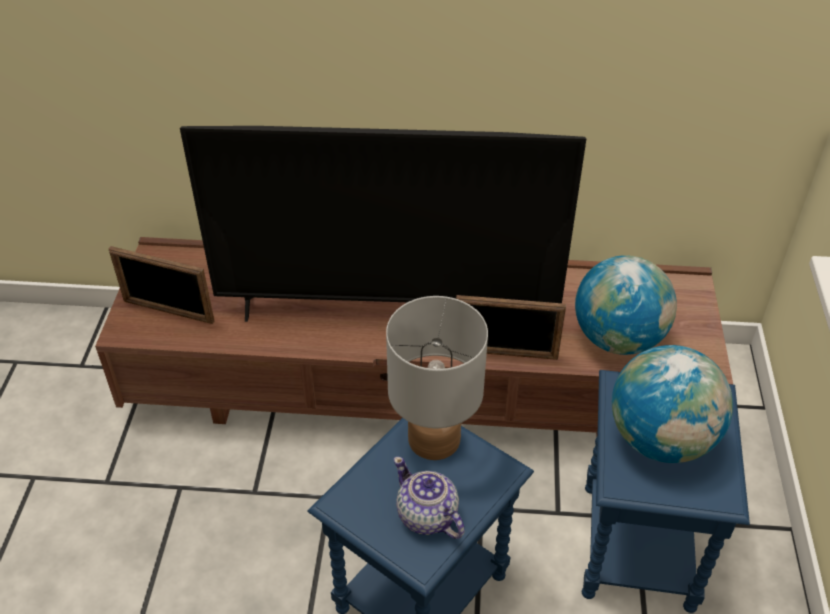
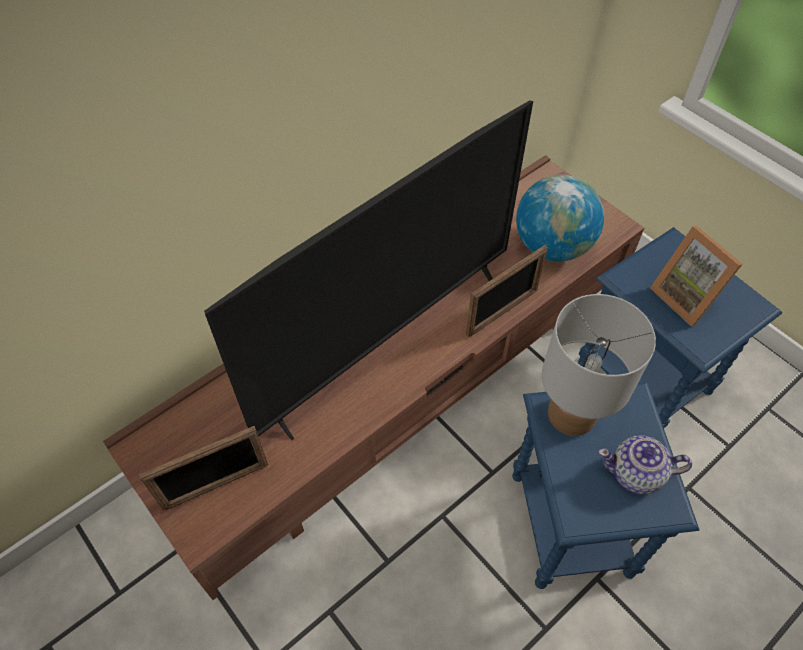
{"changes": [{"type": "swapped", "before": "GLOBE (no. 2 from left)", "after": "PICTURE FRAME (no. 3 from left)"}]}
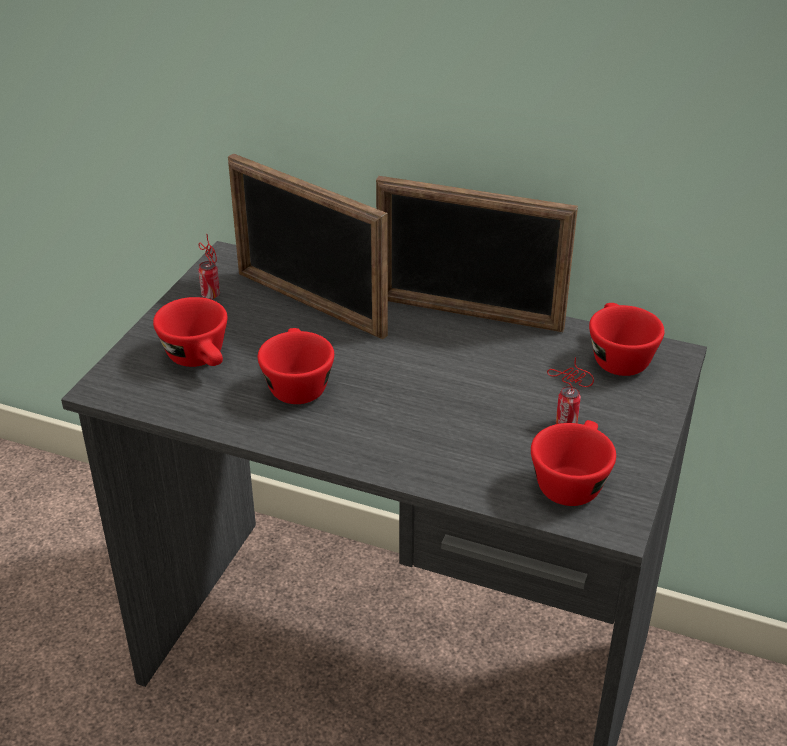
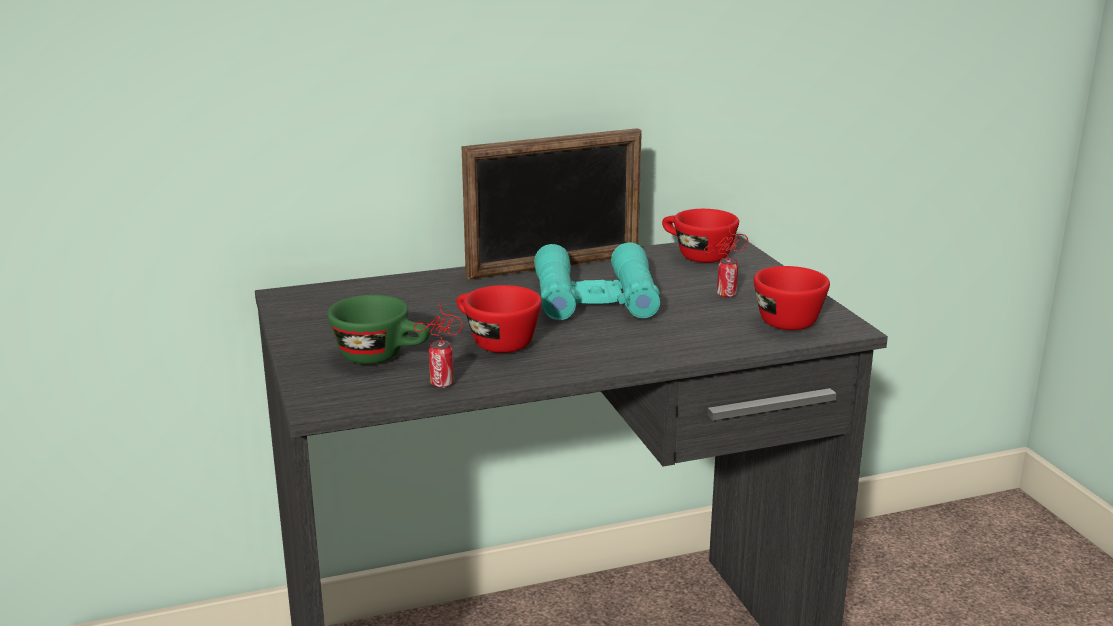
{"changes": [{"type": "gone", "before": "PICTURE FRAME (no. 1 from left)"}, {"type": "new", "after": "TURQUOISE BINOCULARS"}, {"type": "shifted", "before": "CAN (no. 1 from left)"}, {"type": "repainted", "before": "RED CUP (no. 1 from left)", "after": "GREEN CUP"}]}
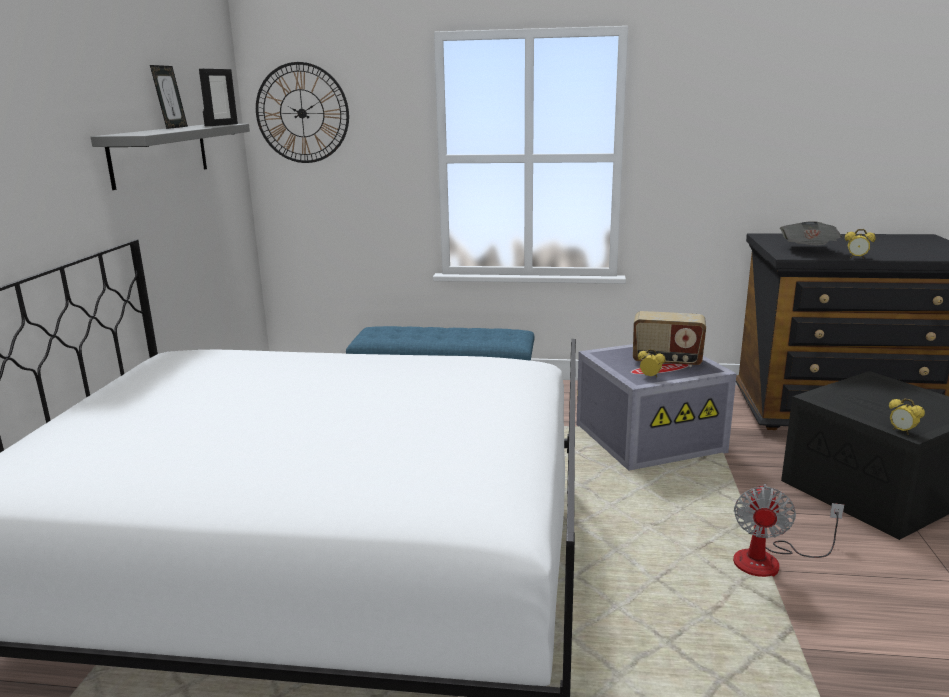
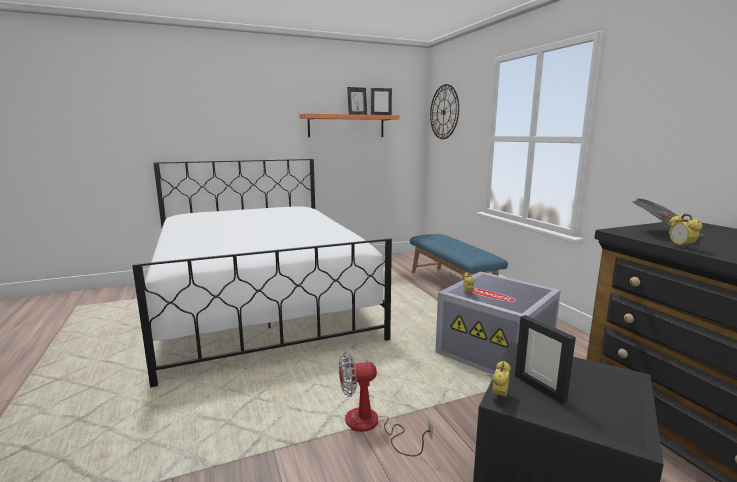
{"changes": [{"type": "gone", "before": "RADIO"}, {"type": "new", "after": "PICTURE FRAME (no. 3 from left)"}, {"type": "repainted", "before": "GREY SHELF", "after": "ORANGE SHELF"}]}
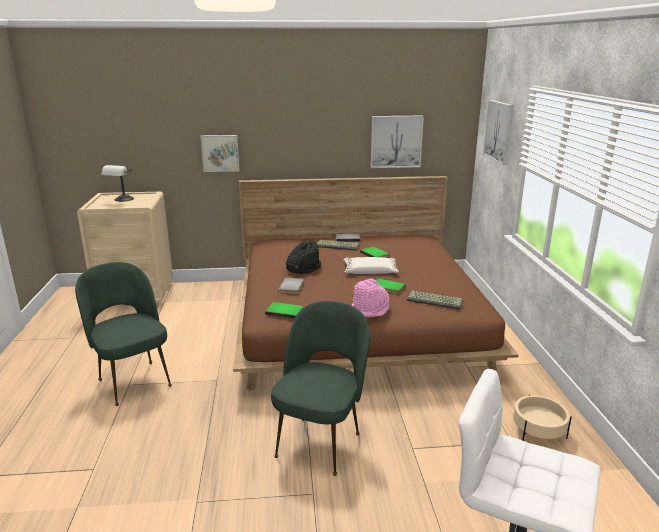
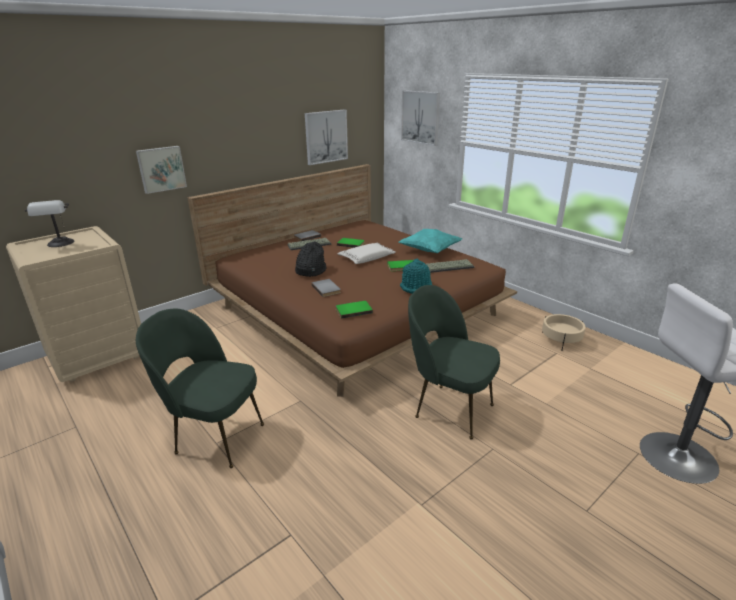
{"changes": [{"type": "new", "after": "TURQUOISE PILLOW"}, {"type": "repainted", "before": "PINK HAT", "after": "TURQUOISE HAT"}, {"type": "rotated", "before": "GREEN CHAIR (no. 2 from left)", "turn": -45}]}
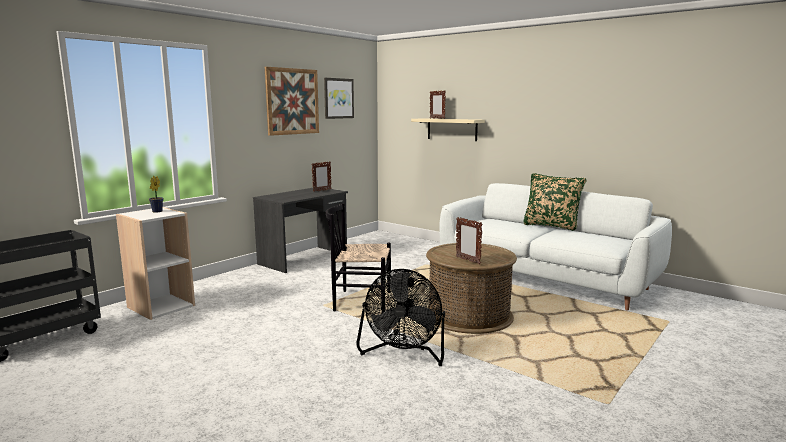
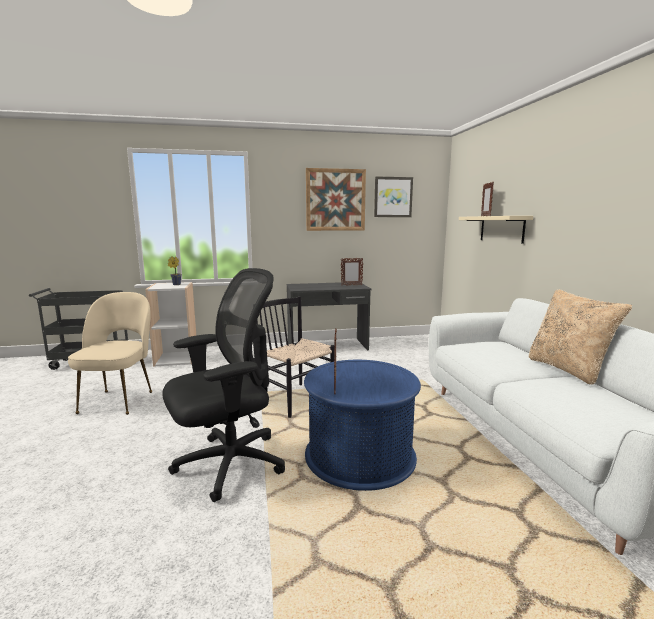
{"changes": [{"type": "new", "after": "BEIGE CHAIR"}, {"type": "swapped", "before": "BLACK FAN", "after": "BLACK OFFICE CHAIR"}, {"type": "repainted", "before": "BROWN COFFEE TABLE", "after": "BLUE COFFEE TABLE"}, {"type": "repainted", "before": "GREEN PILLOW", "after": "BEIGE PILLOW"}]}
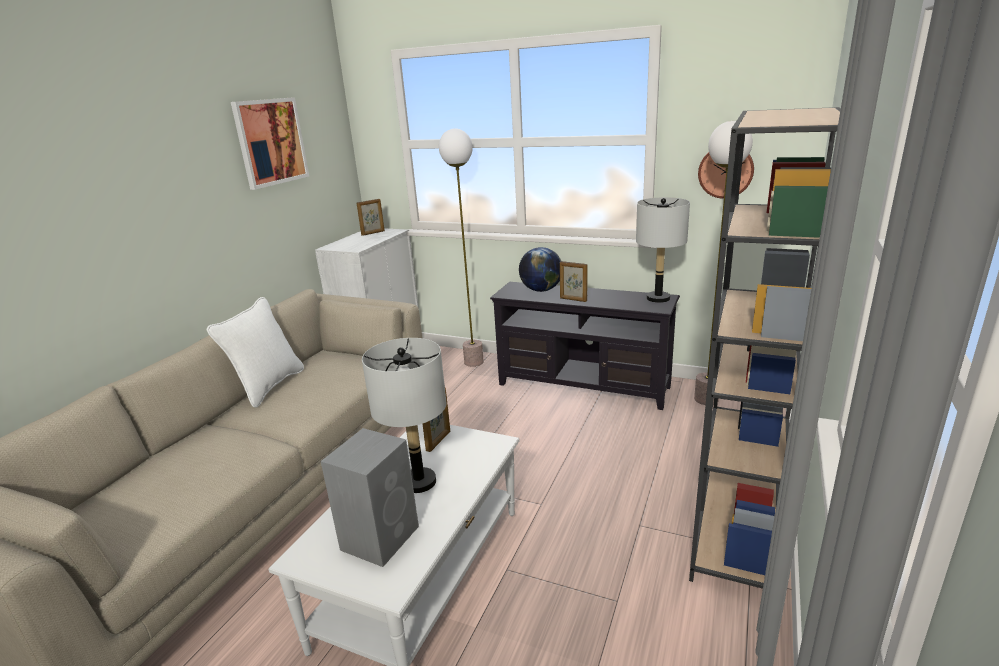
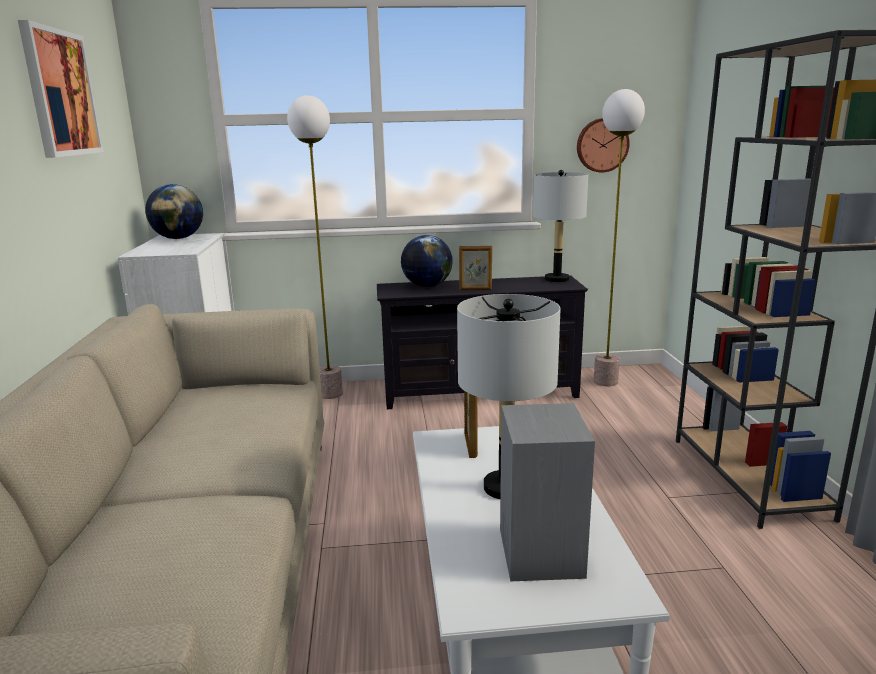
{"changes": [{"type": "gone", "before": "WHITE PILLOW"}, {"type": "swapped", "before": "PICTURE FRAME (no. 1 from left)", "after": "GLOBE (no. 1 from left)"}]}
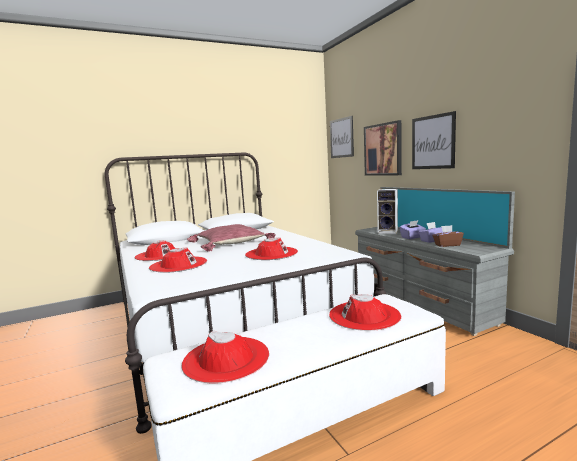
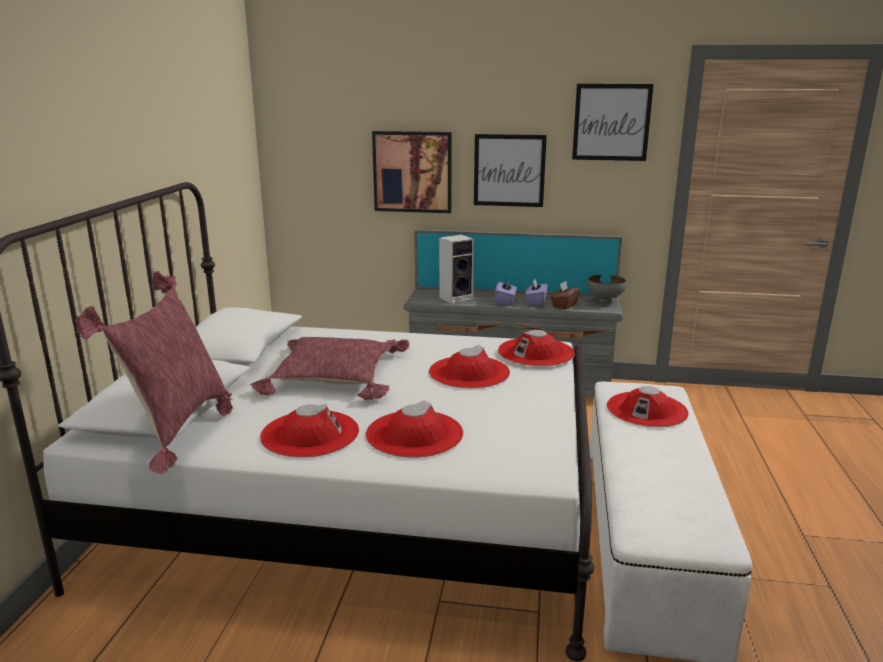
{"changes": [{"type": "new", "after": "RED PILLOW (no. 1 from left)"}, {"type": "new", "after": "GREY BOWL"}, {"type": "shifted", "before": "RED HAT (no. 3 from left in the first image)", "after": "RED HAT (no. 4 from left)"}, {"type": "shifted", "before": "PICTURE (no. 1 from left in the first image)", "after": "PICTURE (no. 3 from left)"}]}
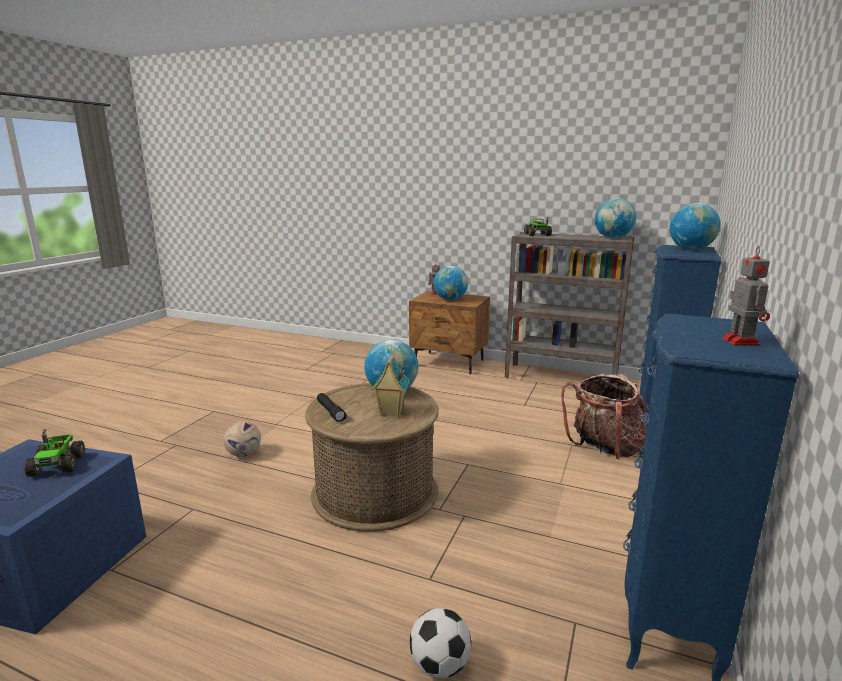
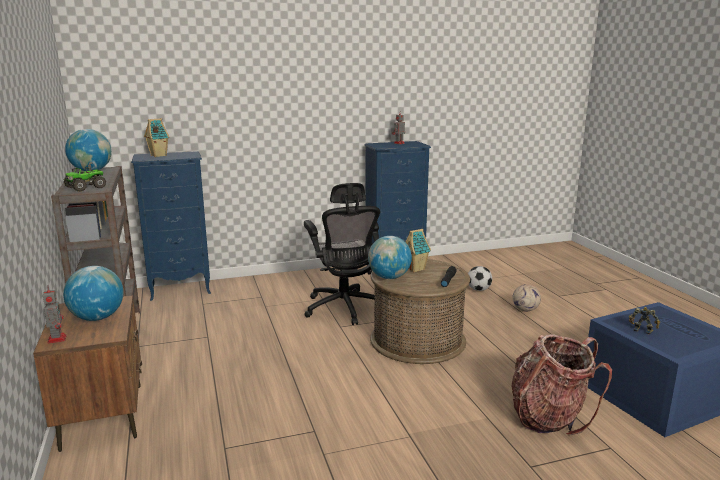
{"changes": [{"type": "new", "after": "OFFICE CHAIR"}, {"type": "shifted", "before": "FOOTBALL (no. 1 from left in the first image)", "after": "FOOTBALL (no. 2 from left)"}, {"type": "shifted", "before": "BACKPACK"}, {"type": "swapped", "before": "TOY TRUCK (no. 1 from left)", "after": "TOY ROBOT (no. 3 from left)"}, {"type": "swapped", "before": "GLOBE (no. 4 from left)", "after": "TOY HOUSE (no. 1 from left)"}]}
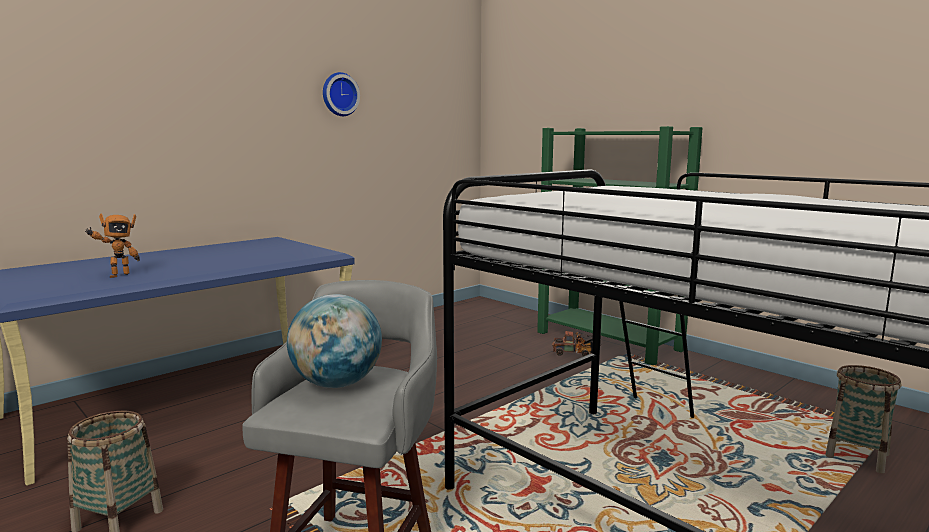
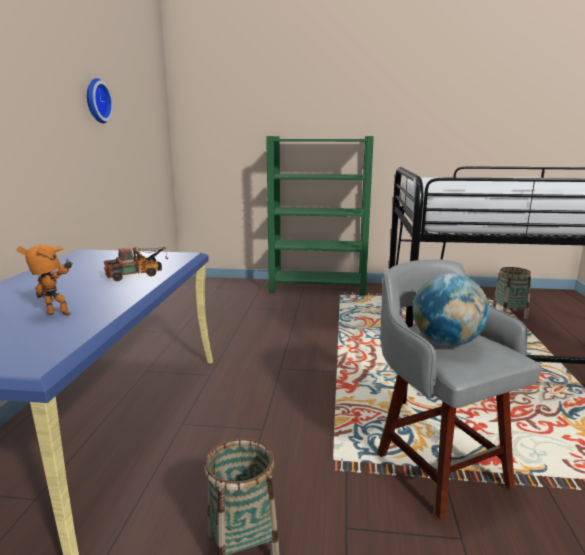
{"changes": [{"type": "shifted", "before": "TOY TRUCK"}, {"type": "rotated", "before": "TOY ROBOT", "turn": -75}]}
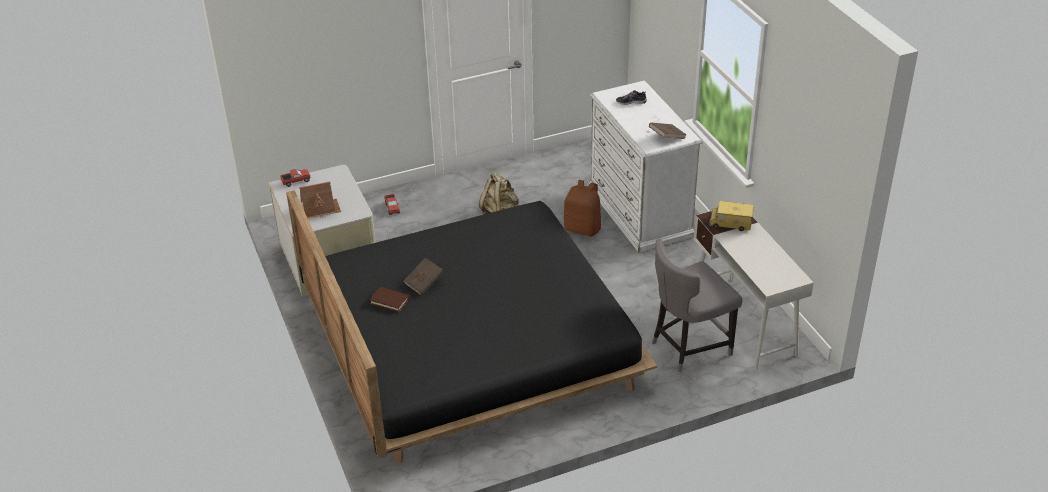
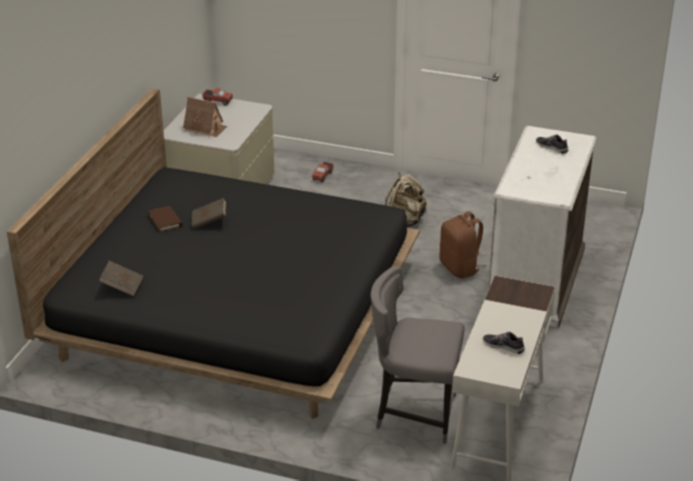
{"changes": [{"type": "gone", "before": "TOY TRUCK (no. 3 from left)"}, {"type": "new", "after": "SHOE (no. 1 from left)"}, {"type": "shifted", "before": "BROWN BOOK (no. 3 from left in the first image)", "after": "BROWN BOOK (no. 1 from left)"}]}
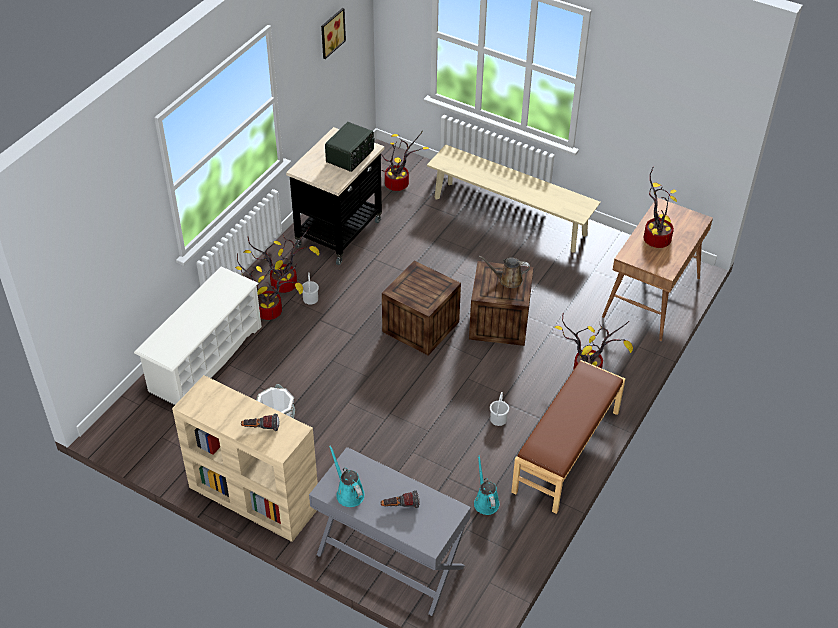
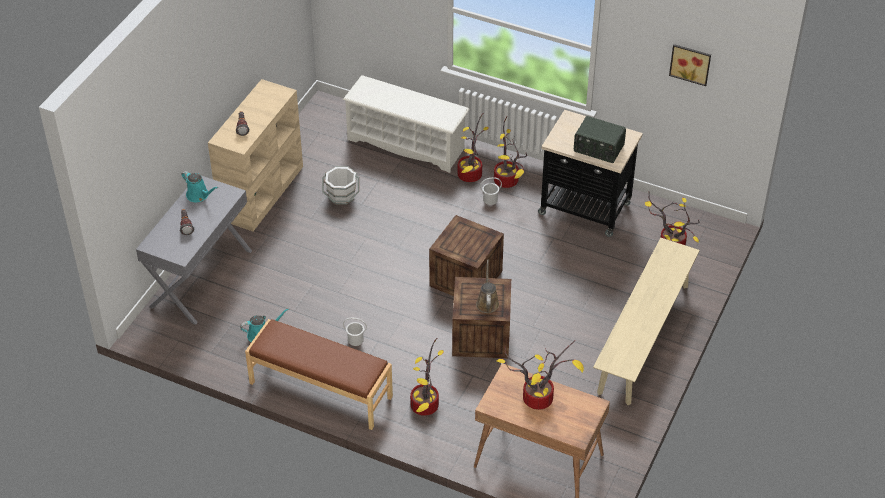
{"changes": [{"type": "rotated", "before": "TURQUOISE WATERING CAN (no. 1 from left)", "turn": 75}]}
